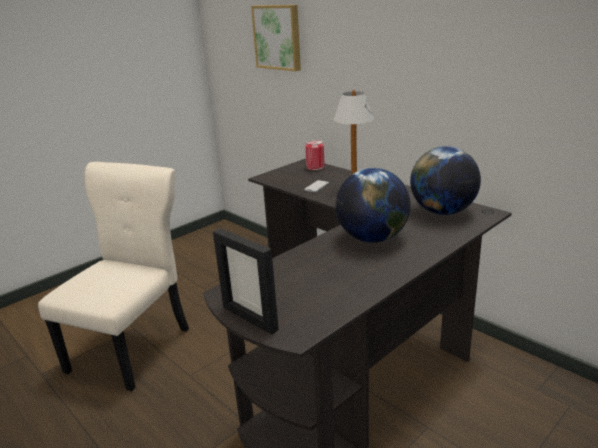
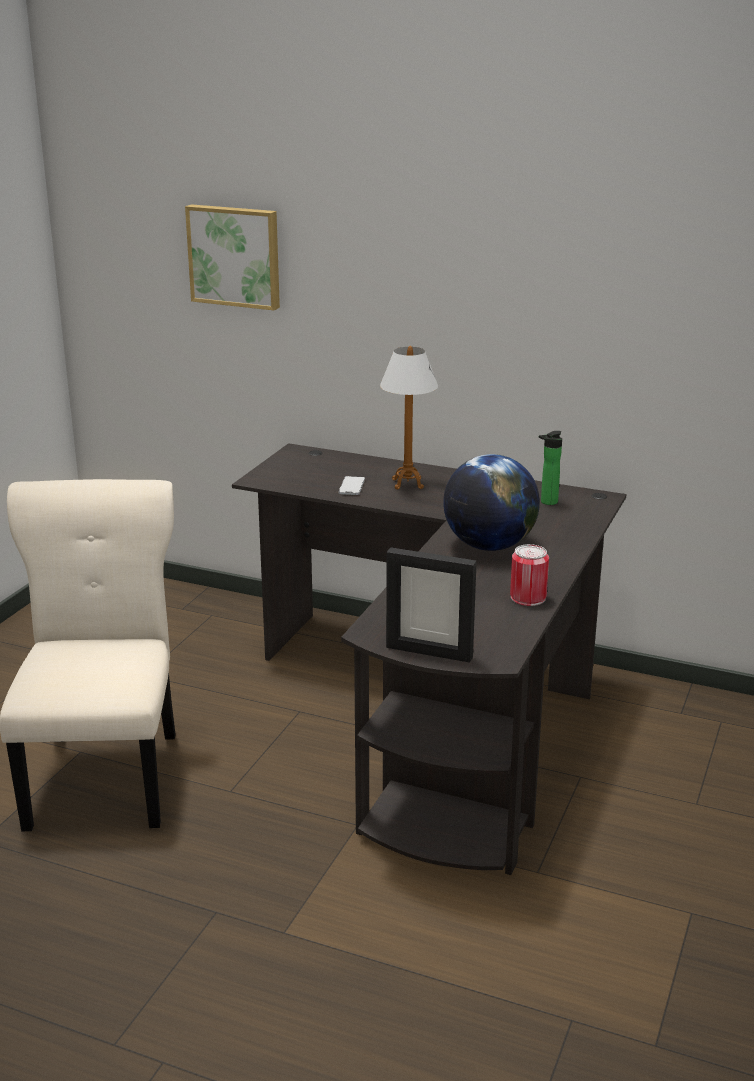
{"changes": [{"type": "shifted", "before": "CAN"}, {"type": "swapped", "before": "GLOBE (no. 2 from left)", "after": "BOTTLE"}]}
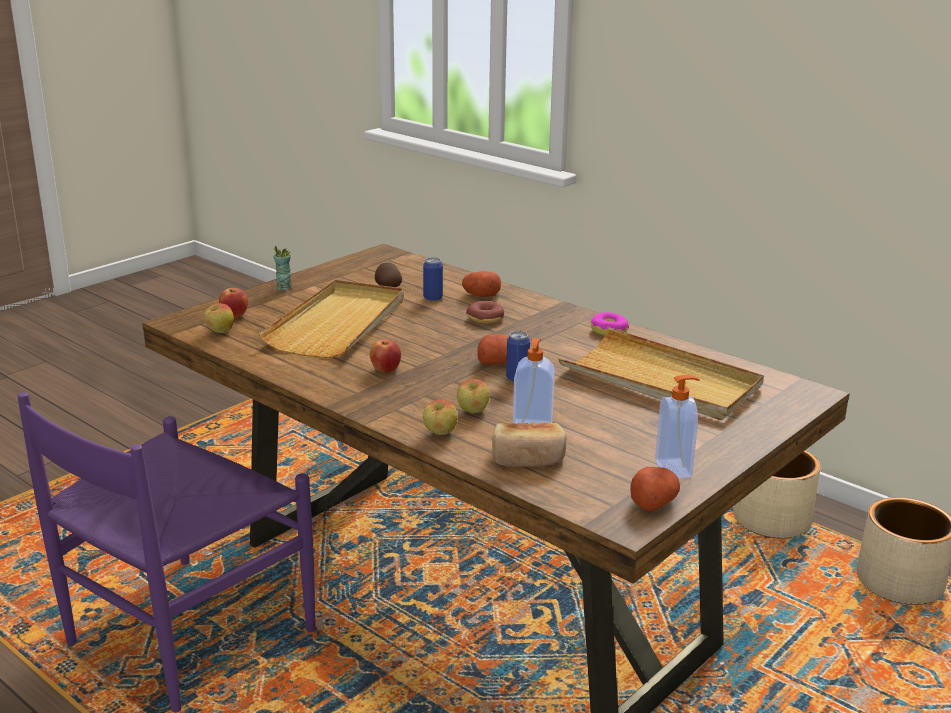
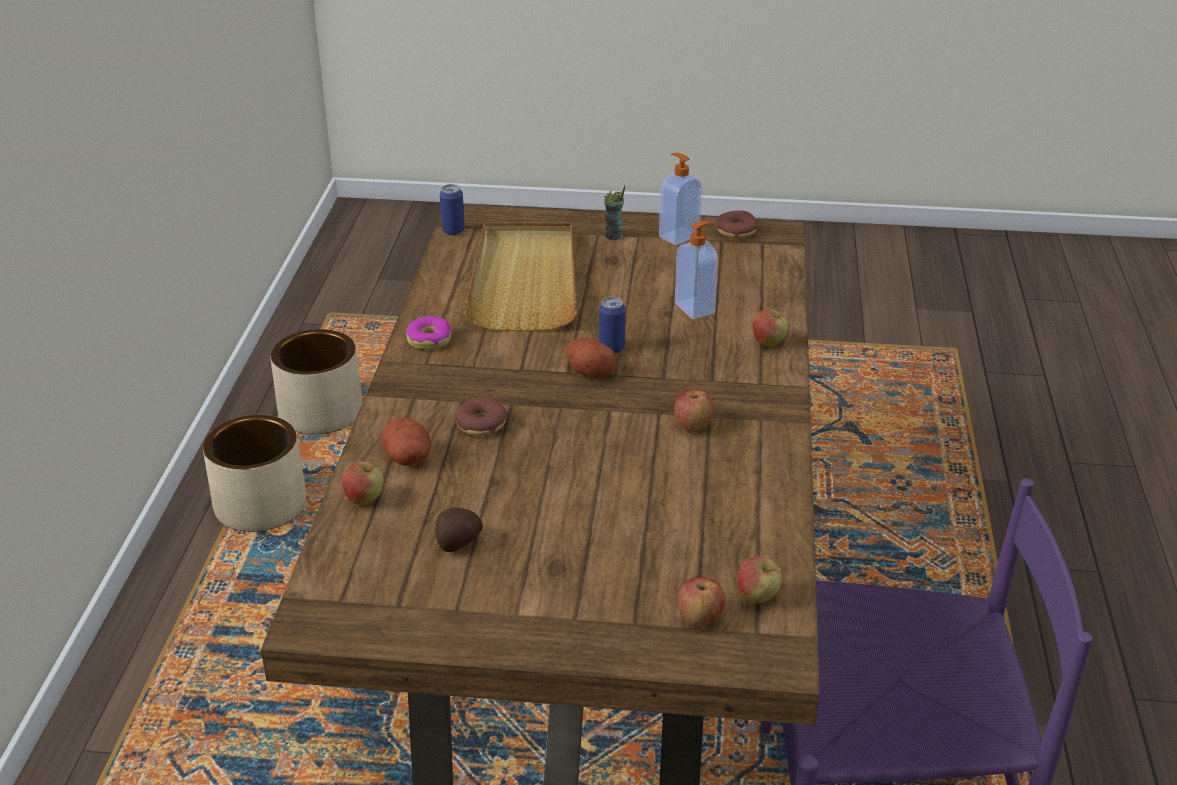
{"changes": [{"type": "gone", "before": "BEIGE TRAY (no. 1 from left)"}, {"type": "gone", "before": "BREAD"}, {"type": "shifted", "before": "CUP"}, {"type": "shifted", "before": "CAN (no. 1 from left)"}, {"type": "shifted", "before": "APPLE (no. 5 from left in the first image)", "after": "APPLE (no. 1 from left)"}, {"type": "swapped", "before": "POTATO (no. 4 from left)", "after": "DONUT (no. 3 from left)"}]}
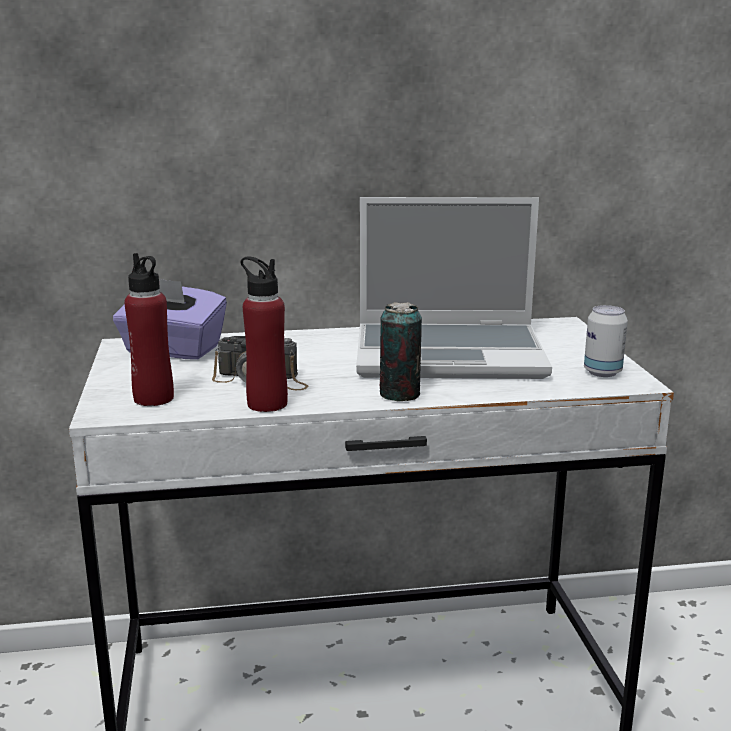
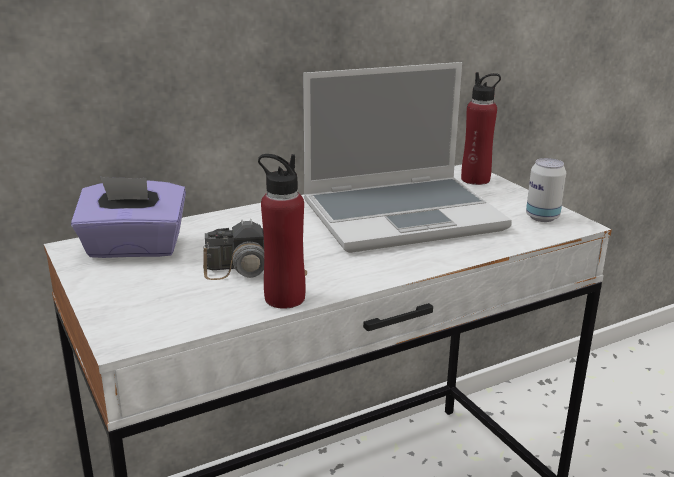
{"changes": [{"type": "gone", "before": "CAN (no. 1 from left)"}, {"type": "shifted", "before": "RED BOTTLE (no. 1 from left in the first image)", "after": "RED BOTTLE (no. 2 from left)"}]}
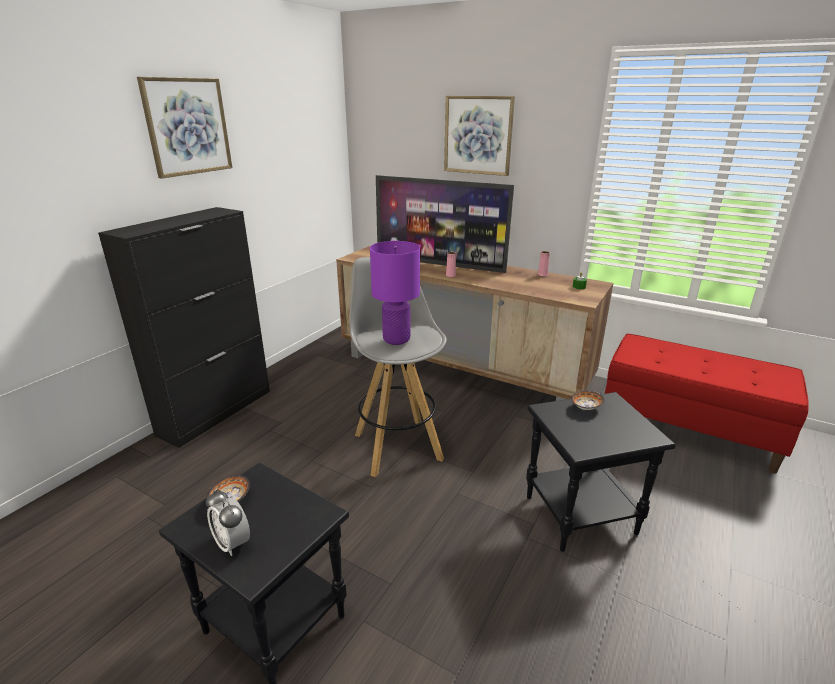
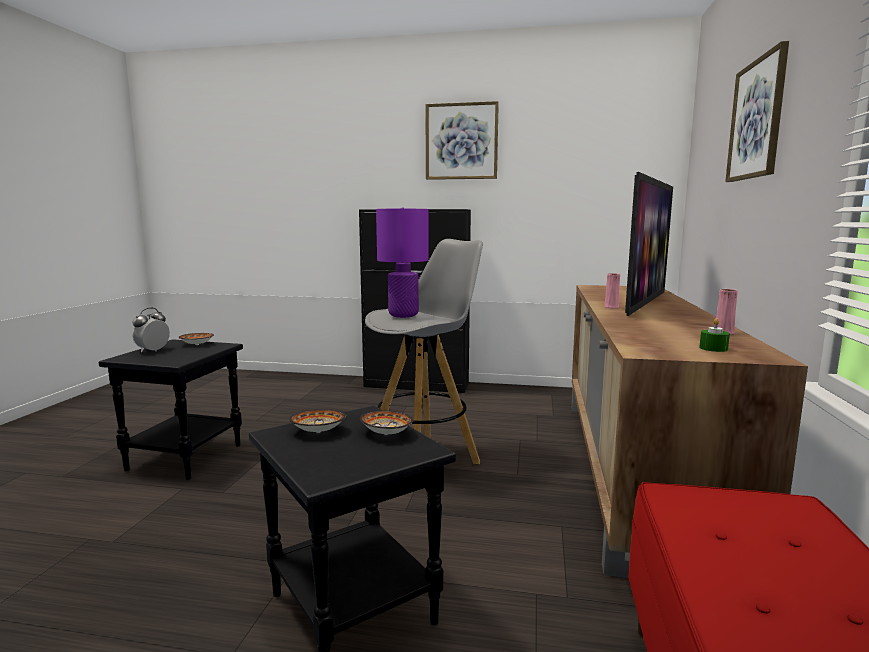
{"changes": [{"type": "new", "after": "BOWL (no. 2 from left)"}, {"type": "rotated", "before": "TELEVISION", "turn": -150}]}
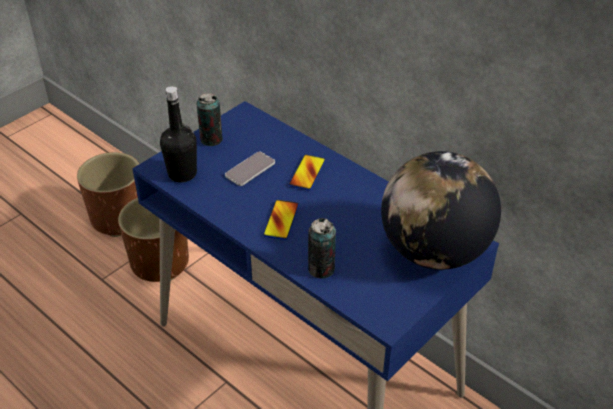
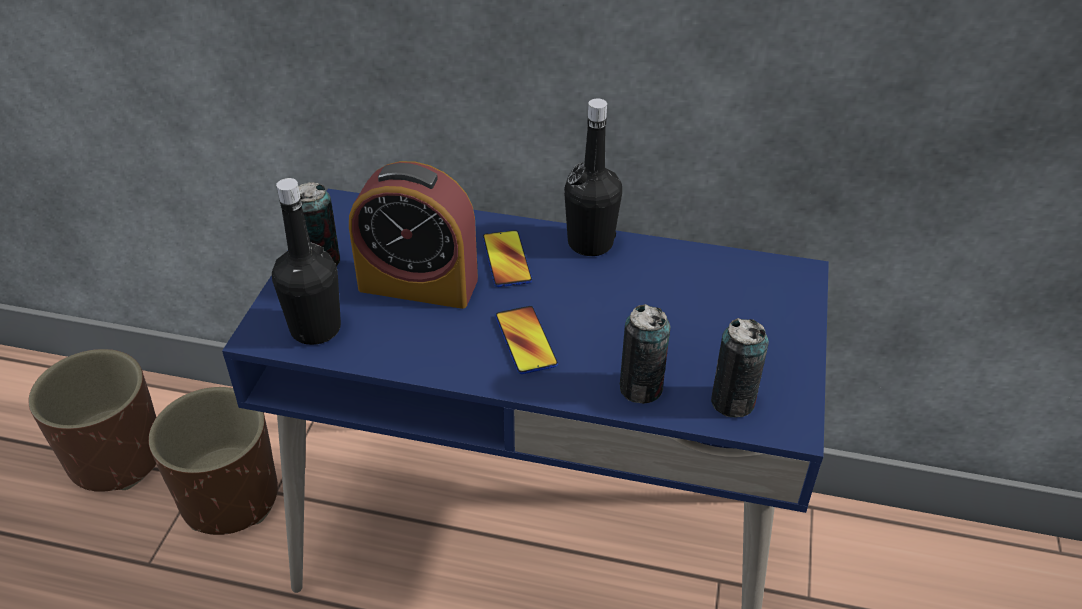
{"changes": [{"type": "gone", "before": "GLOBE"}, {"type": "new", "after": "BLACK BOTTLE (no. 2 from left)"}, {"type": "new", "after": "CAN (no. 3 from left)"}, {"type": "swapped", "before": "PHONE (no. 1 from left)", "after": "ALARM CLOCK"}]}
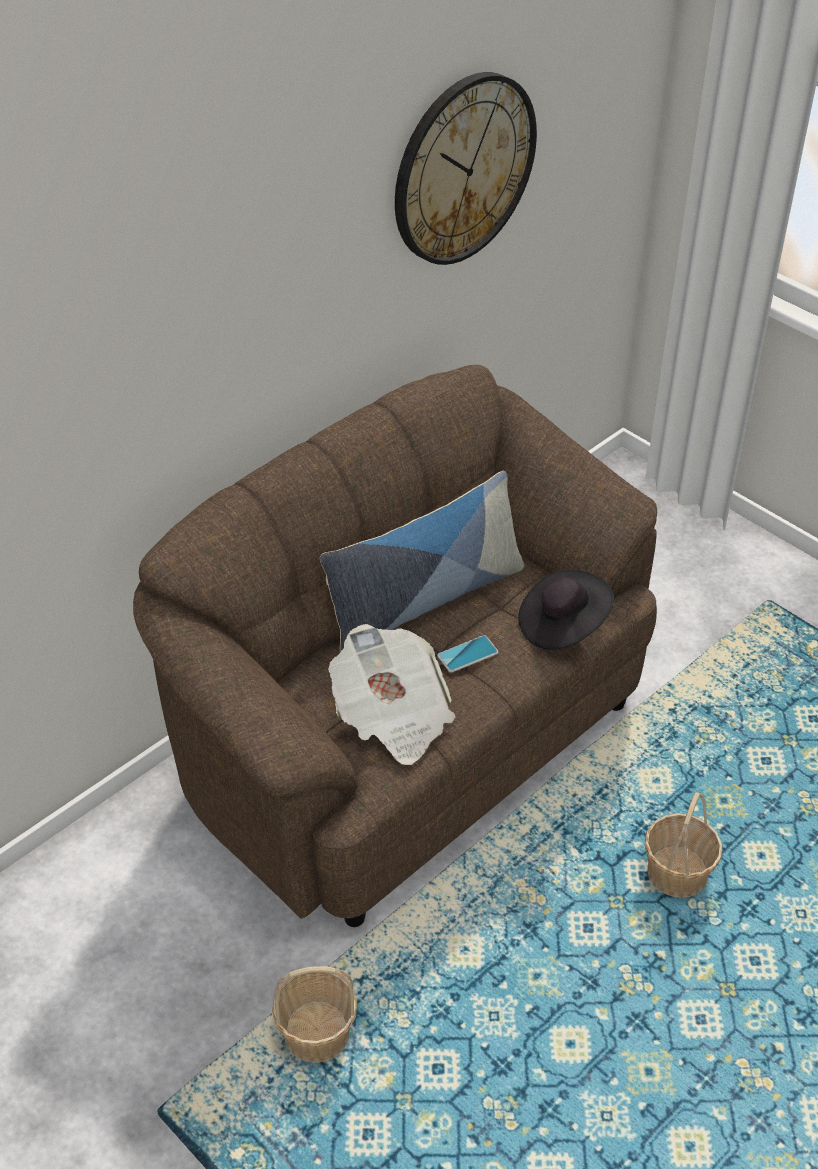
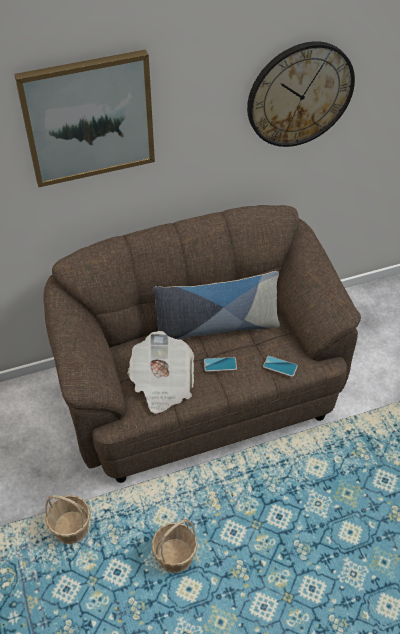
{"changes": [{"type": "new", "after": "PICTURE"}, {"type": "shifted", "before": "BASKET (no. 2 from left)"}, {"type": "swapped", "before": "BLACK HAT", "after": "PHONE (no. 2 from left)"}]}
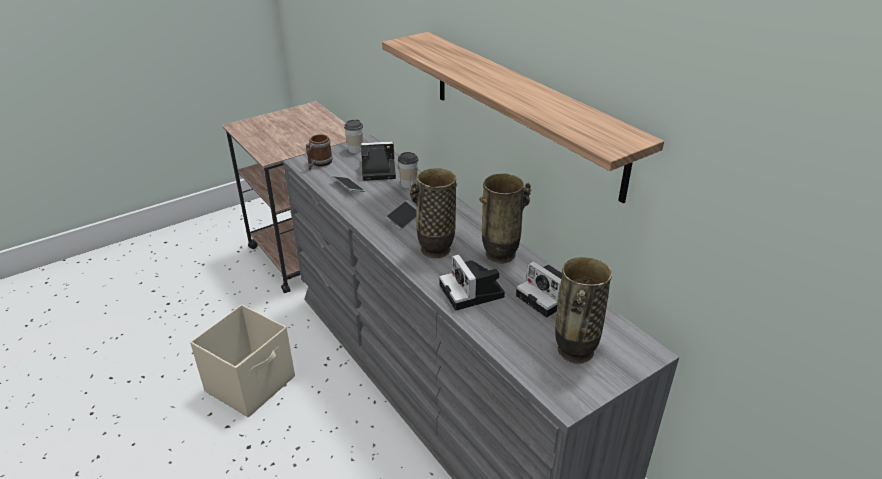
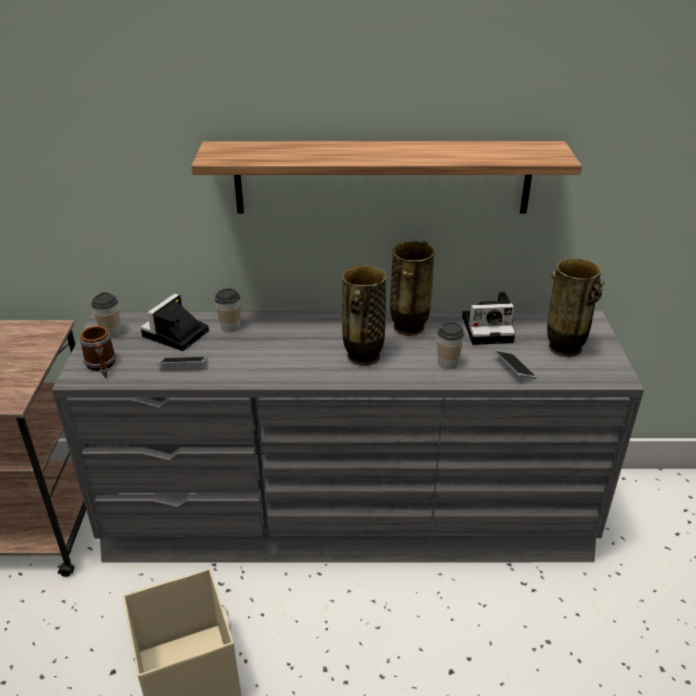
{"changes": [{"type": "shifted", "before": "PHONE (no. 2 from left)"}, {"type": "swapped", "before": "PHOTO CAMERA (no. 2 from left)", "after": "CUP (no. 3 from left)"}]}
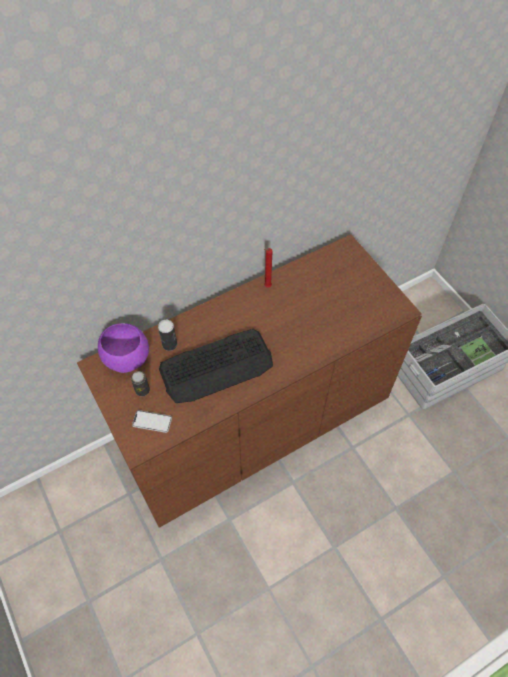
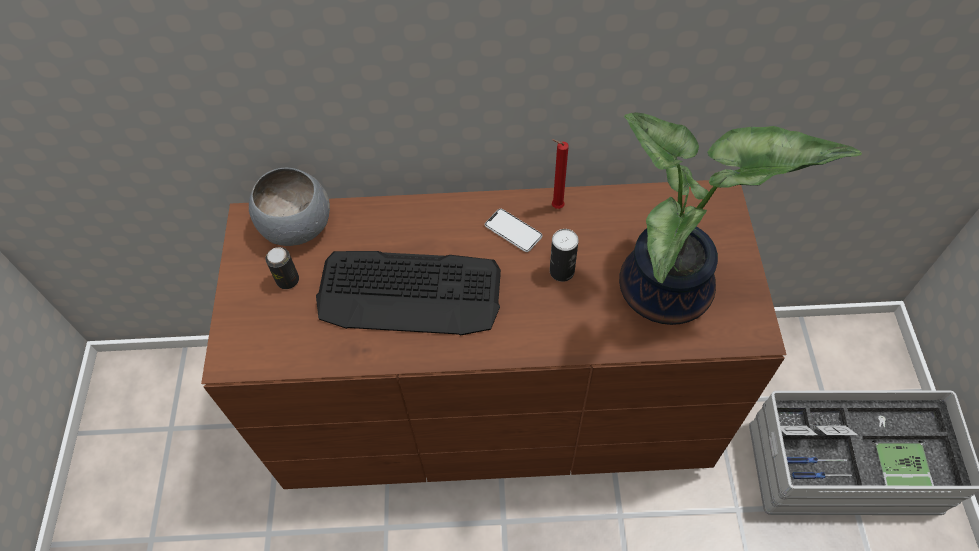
{"changes": [{"type": "new", "after": "POTTED PLANT"}, {"type": "shifted", "before": "PHONE"}, {"type": "shifted", "before": "CAN (no. 2 from left)"}, {"type": "repainted", "before": "PURPLE BOWL", "after": "GREY BOWL"}]}
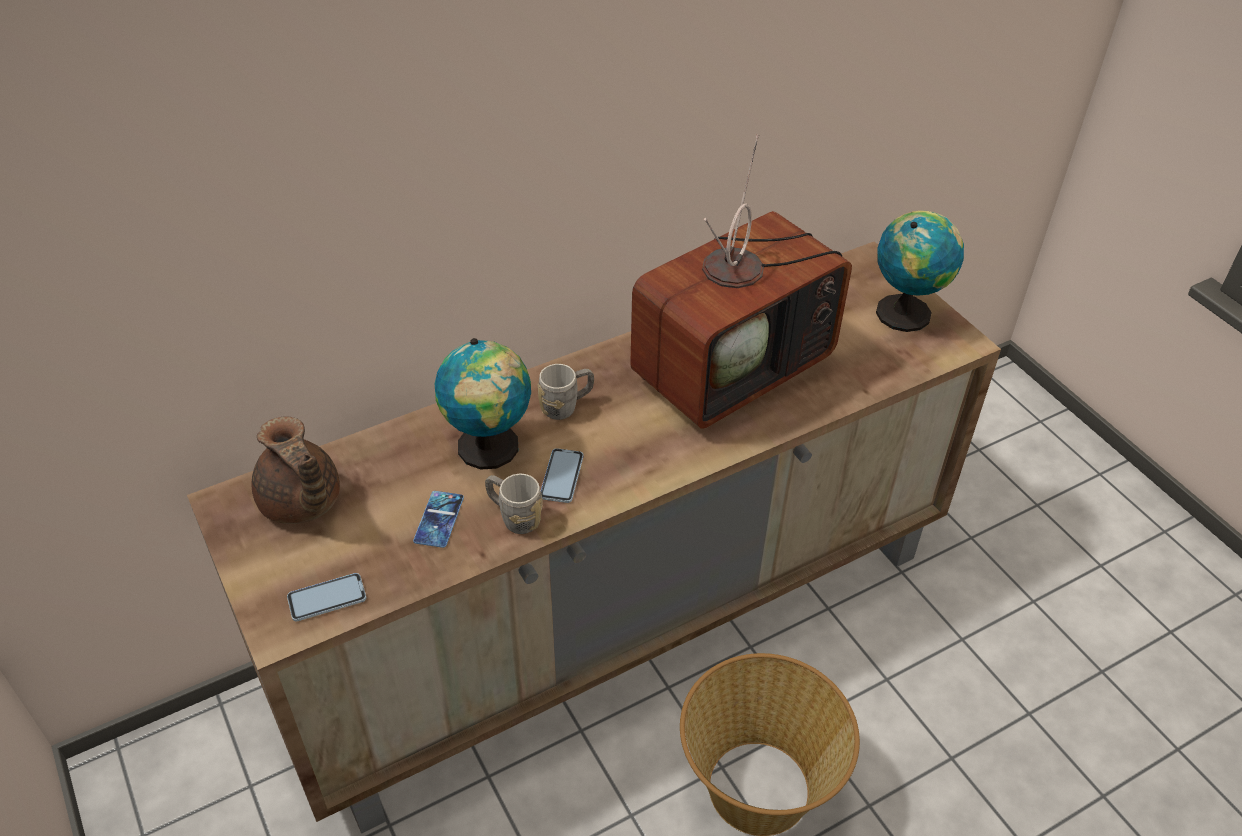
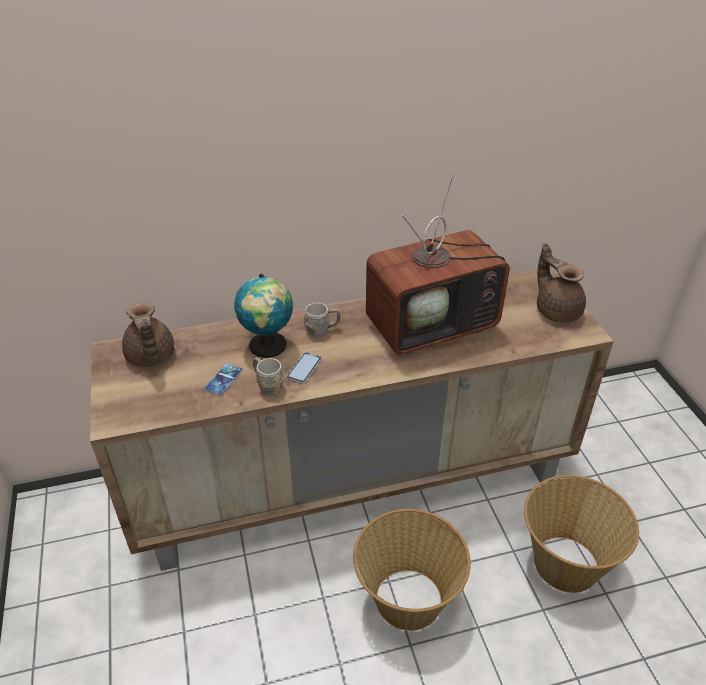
{"changes": [{"type": "gone", "before": "PHONE (no. 1 from left)"}, {"type": "new", "after": "BASKET (no. 2 from left)"}, {"type": "swapped", "before": "GLOBE (no. 2 from left)", "after": "BROWN TEAPOT (no. 2 from left)"}]}
